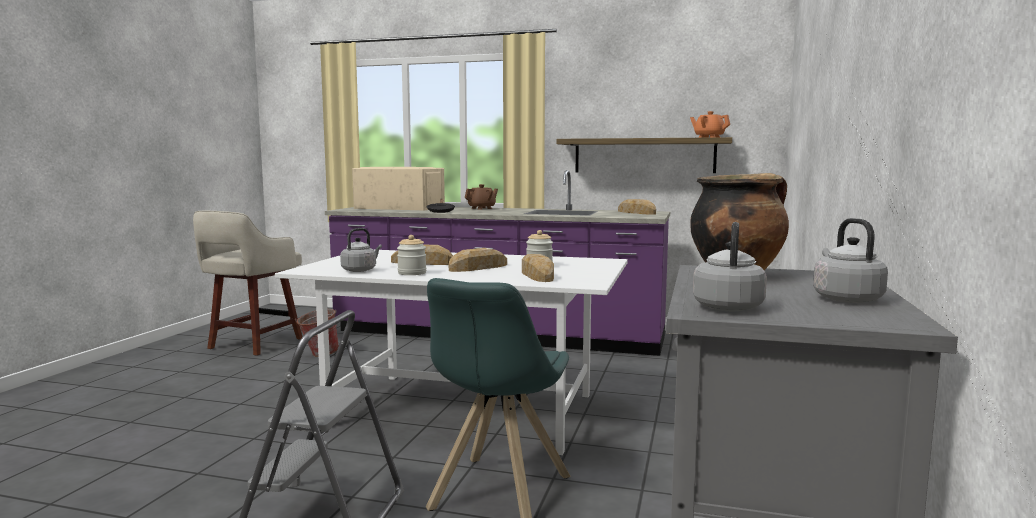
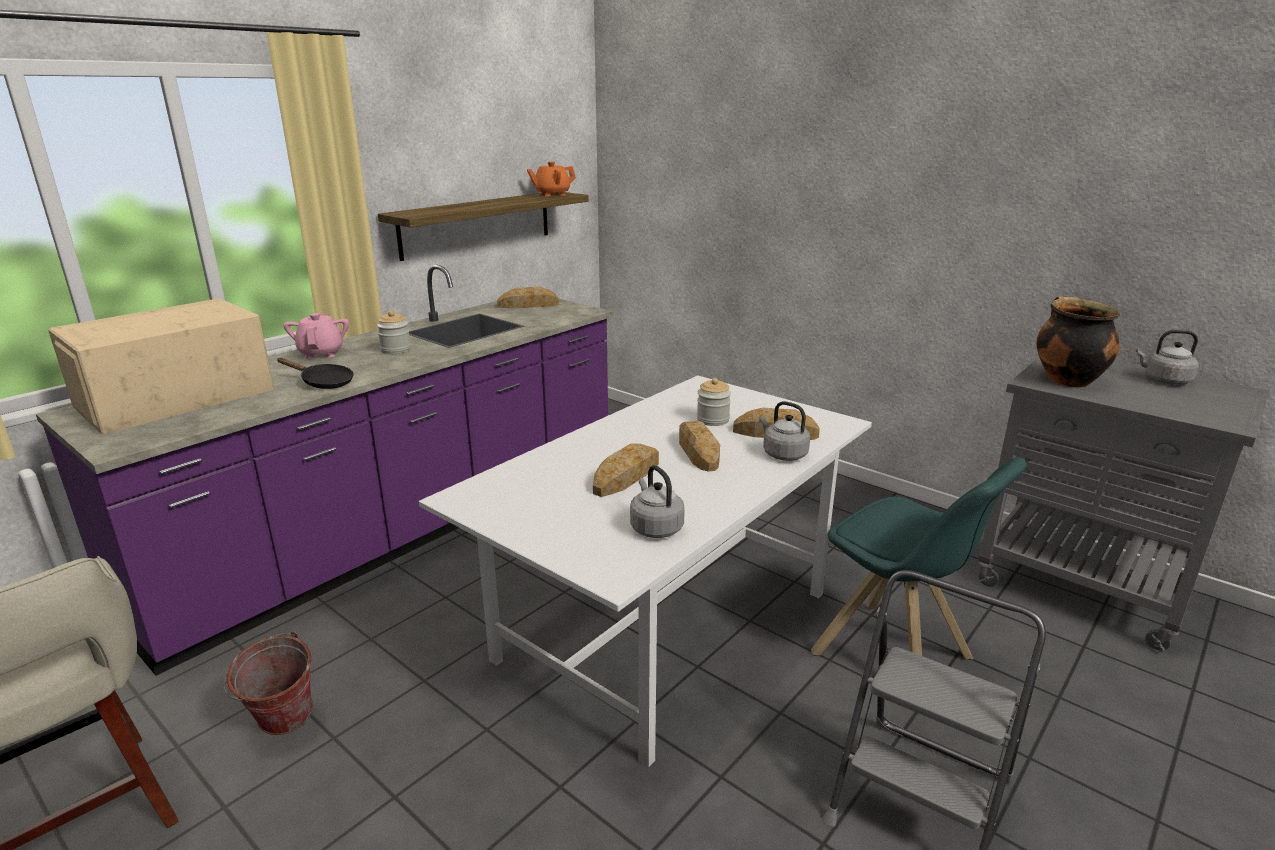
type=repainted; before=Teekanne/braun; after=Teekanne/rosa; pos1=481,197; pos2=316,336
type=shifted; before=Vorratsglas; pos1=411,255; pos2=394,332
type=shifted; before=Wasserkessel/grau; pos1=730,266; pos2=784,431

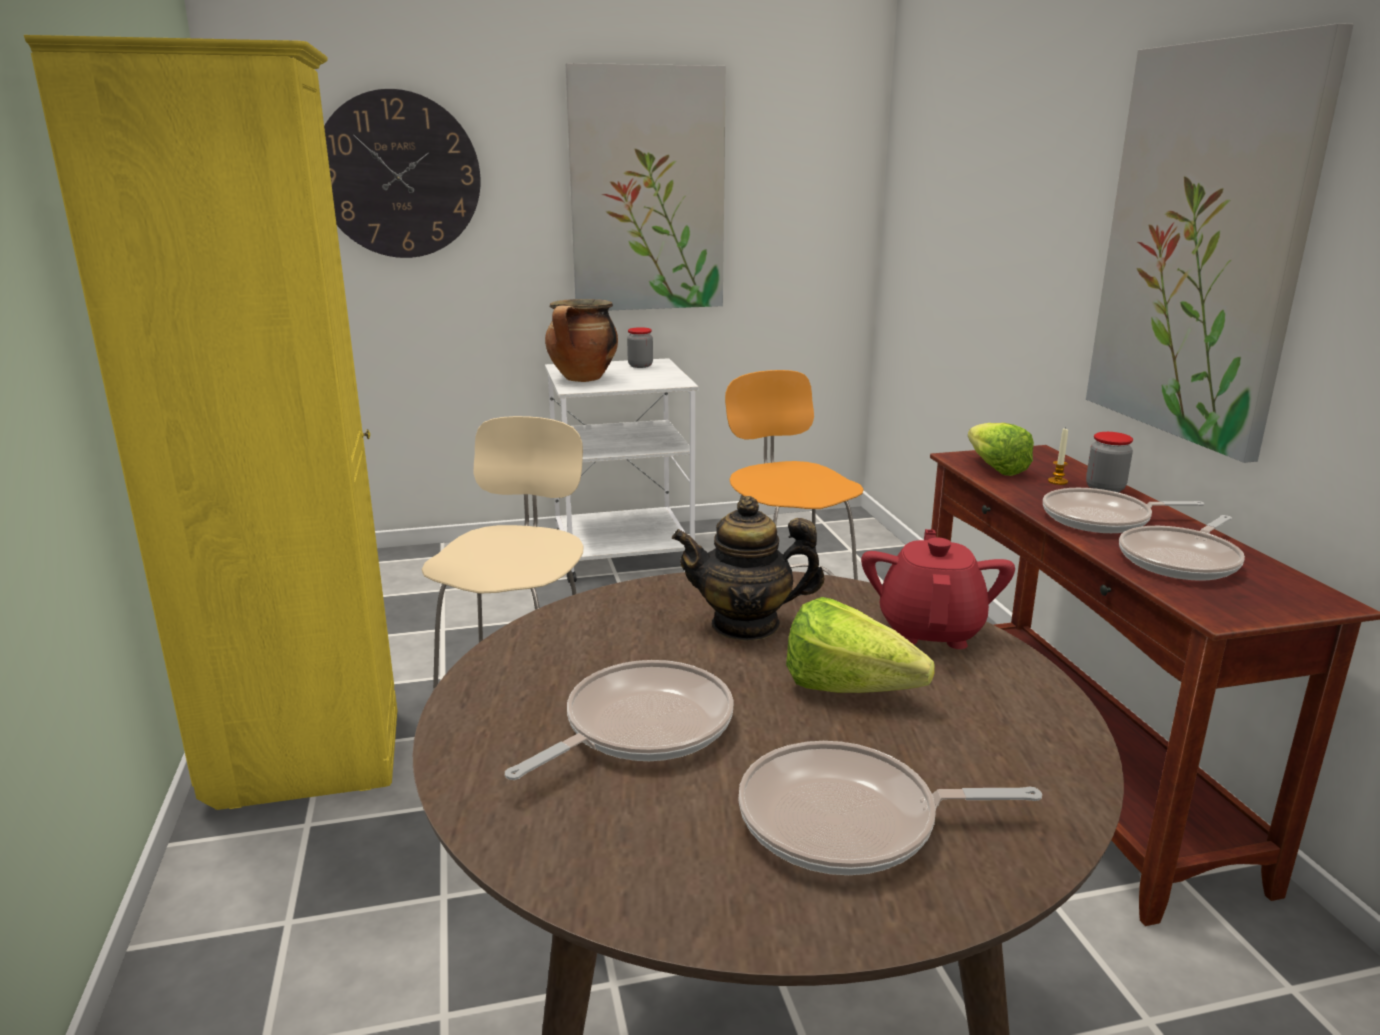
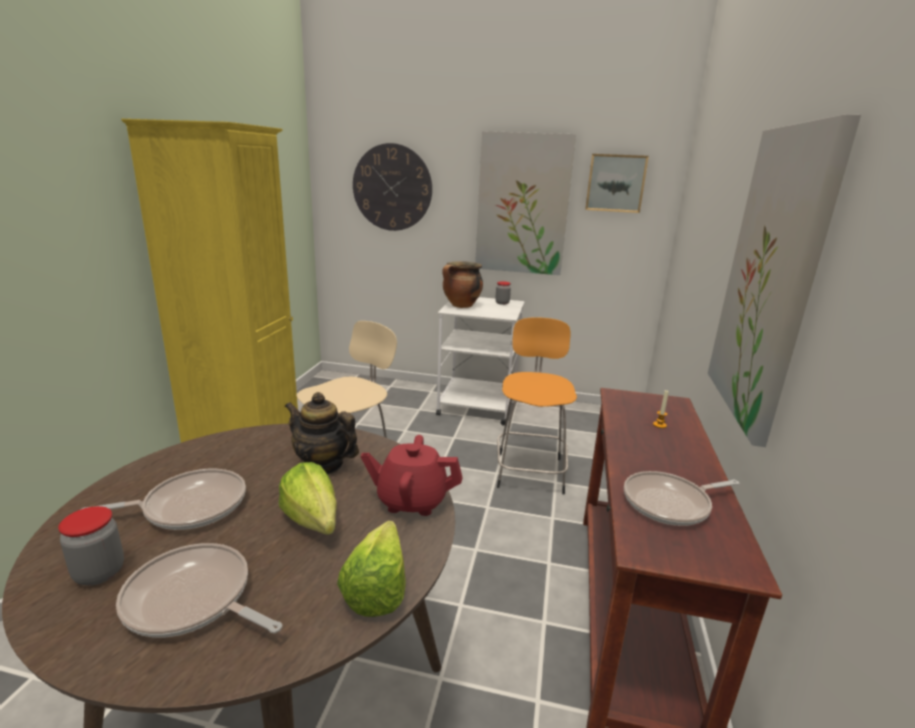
type=shifted; before=Vorratsglas; pos1=1109,462; pos2=91,546
type=shifted; before=Salatkopf; pos1=1001,449; pos2=371,569
type=rotated; before=Teekanne/rot; pos1=938,589; pos2=412,475; turn=-120
type=new; after=Bild; pos2=617,183
type=gone; before=Pfanne; pos1=1124,510

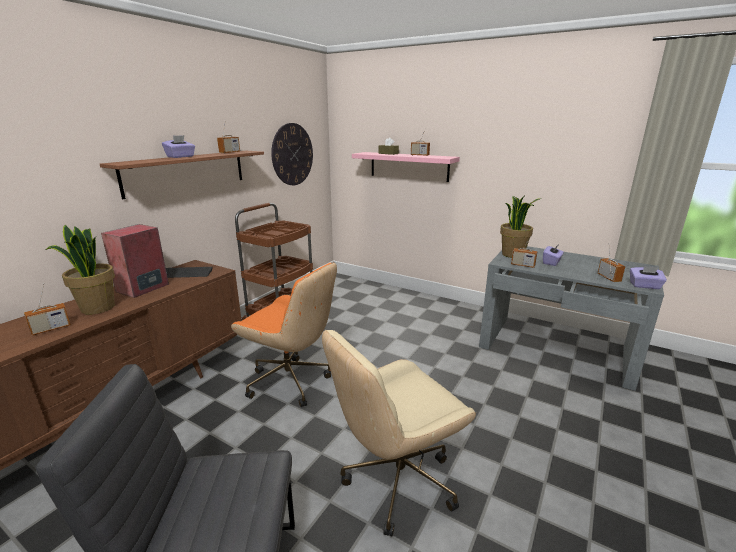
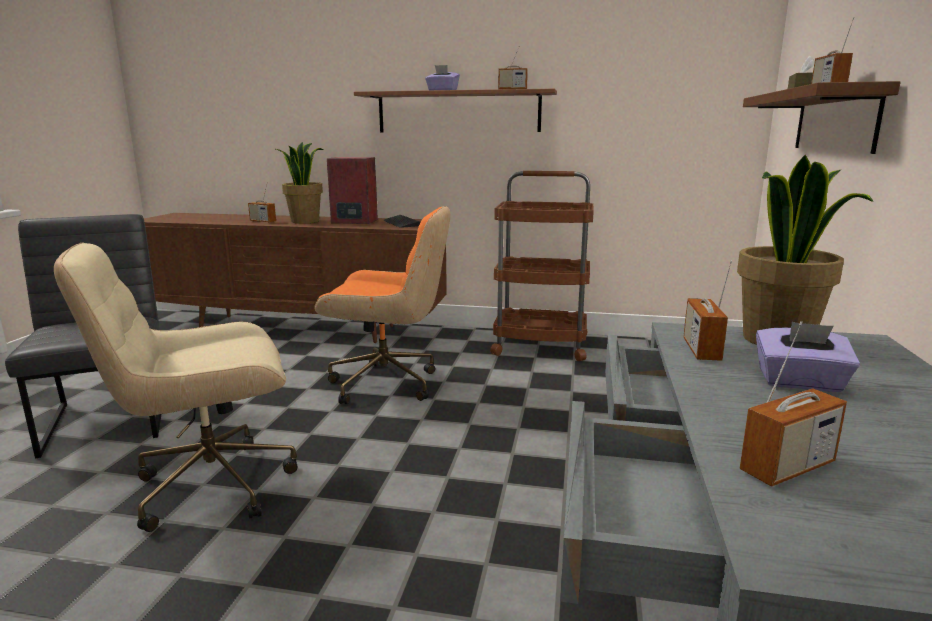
type=rotated; before=Bürostuhl/beige; pos1=399,433; pos2=176,387; turn=-60
type=rotated; before=Bürostuhl/orange; pos1=284,334; pos2=382,305; turn=-90
type=repainted; before=Wandregal/rosa; after=Wandregal/braun; pos1=406,167; pos2=822,117
type=gone; before=Wanduhr; pos1=292,154
type=gone; before=Taschentuchbox/lila; pos1=648,277

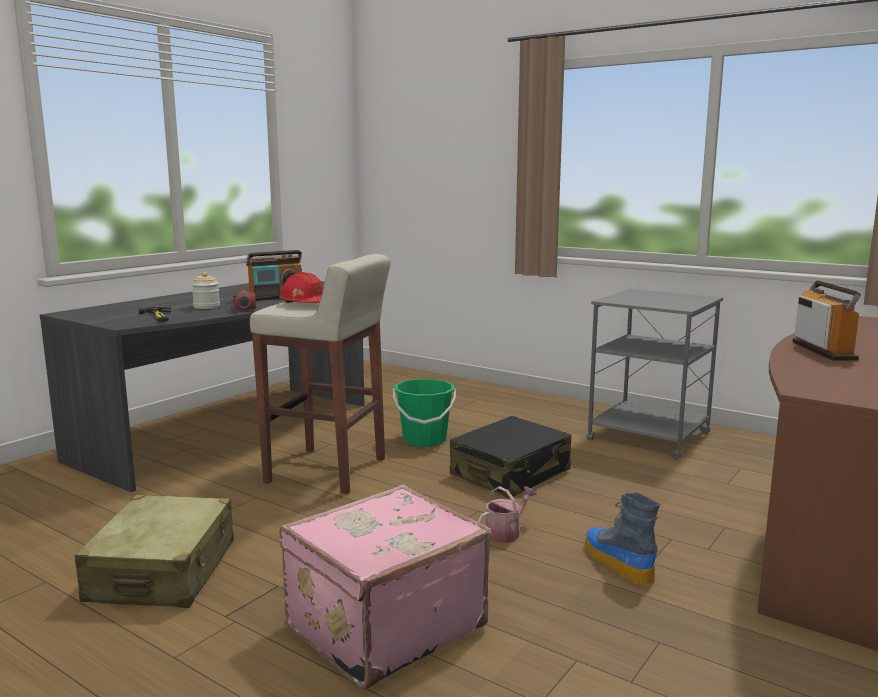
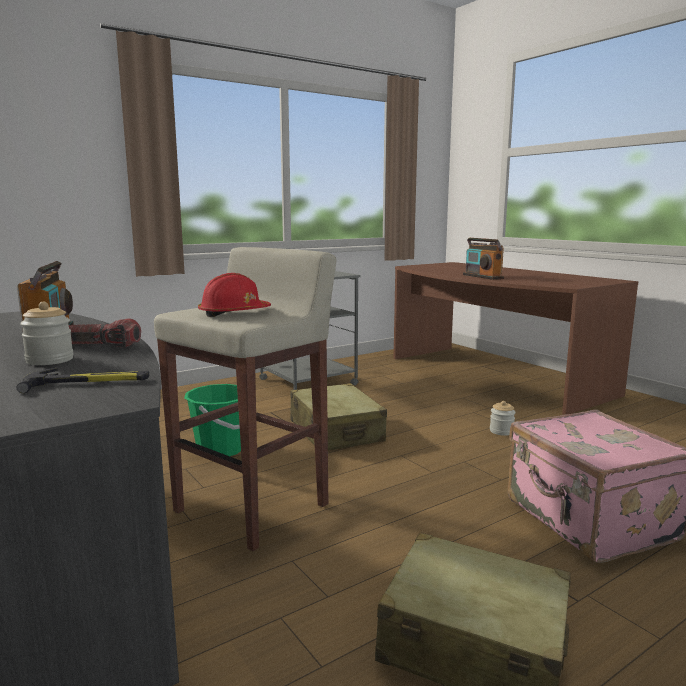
type=repainted; before=Koffer/schwarz; after=Koffer/beige; pos1=510,457; pos2=338,416
type=rotated; before=Radio; pos1=826,321; pos2=483,259; turn=-135
type=swapped; before=Stiefel; after=Vorratsglas; pos1=622,539; pos2=502,418
type=gone; before=Gießkanne; pos1=507,514

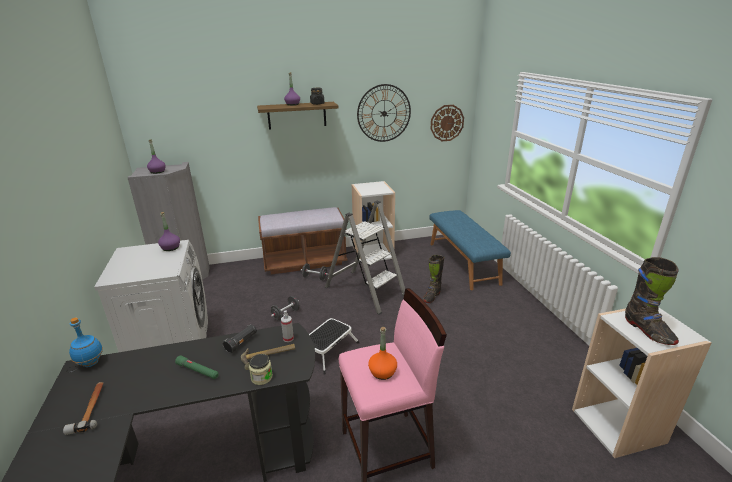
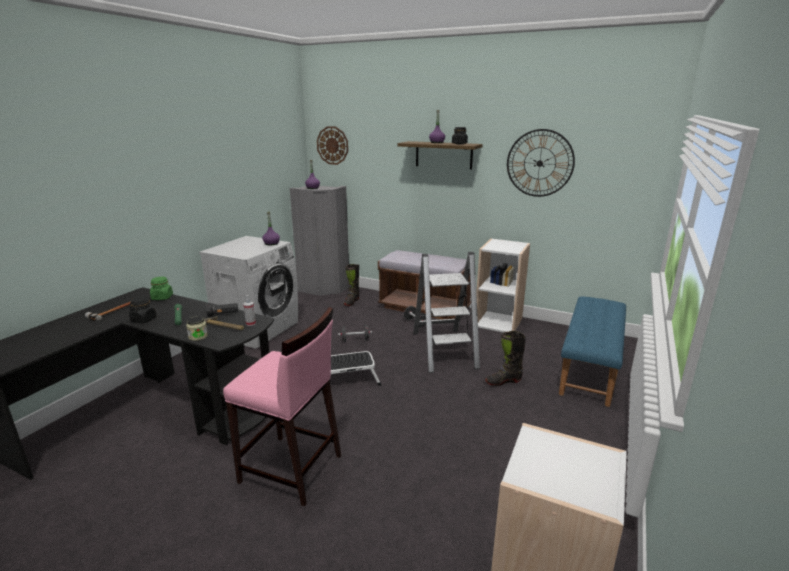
type=new; after=Vorratsglas/schwarz; pos2=142,309
type=new; after=Vorratsglas/grün; pos2=161,288
type=shifted; before=Wanduhr; pos1=447,123; pos2=332,145
type=shifted; before=Stiefel/schwarz; pos1=652,301; pos2=351,285
type=gone; before=Flasche/blau; pos1=86,342
type=gone; before=Flasche/orange; pos1=382,353

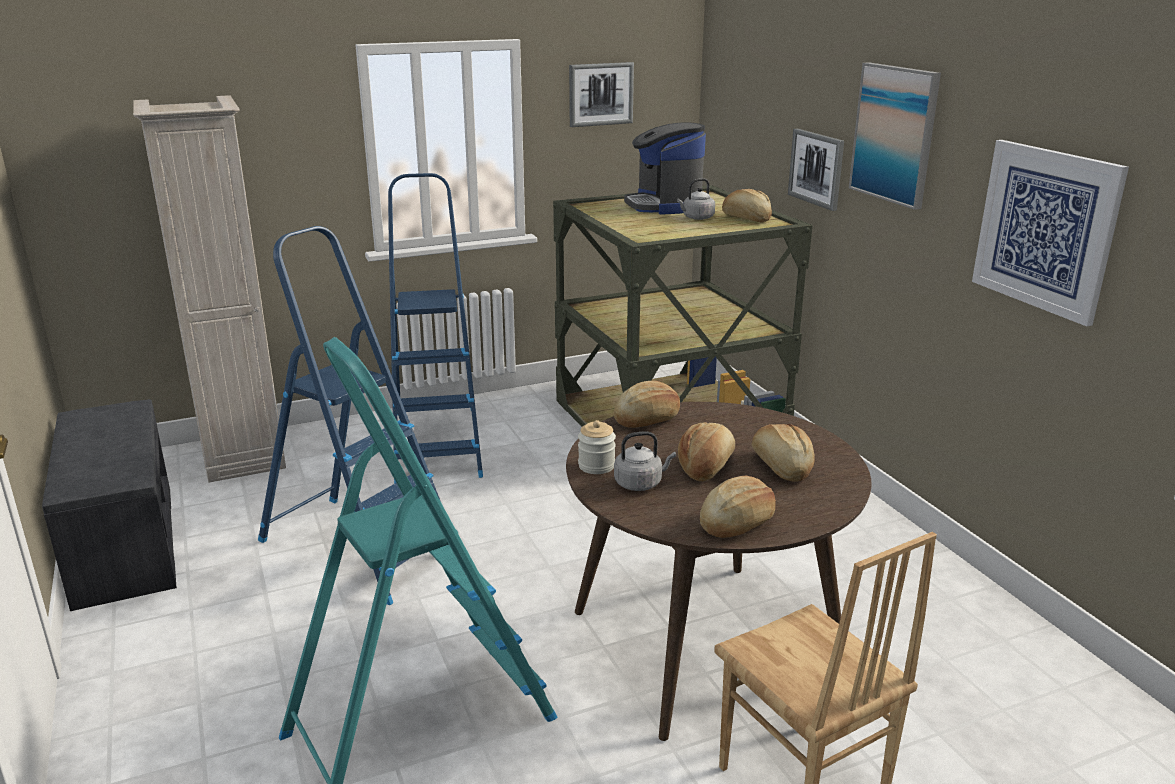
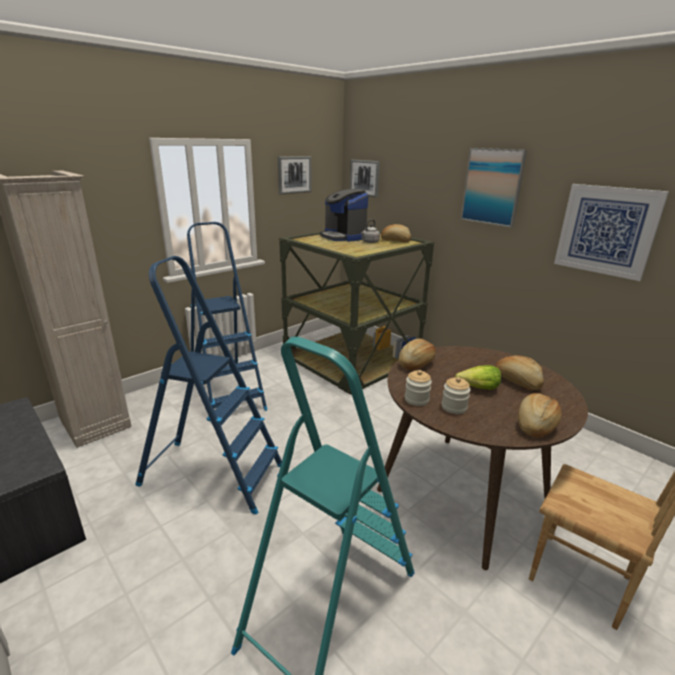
type=shifted; before=Bild; pos1=816,170; pos2=365,178
type=swapped; before=Wasserkessel/grau; after=Vorratsglas; pos1=645,461; pos2=456,395
type=swapped; before=Brot; after=Salatkopf; pos1=706,451; pos2=478,377

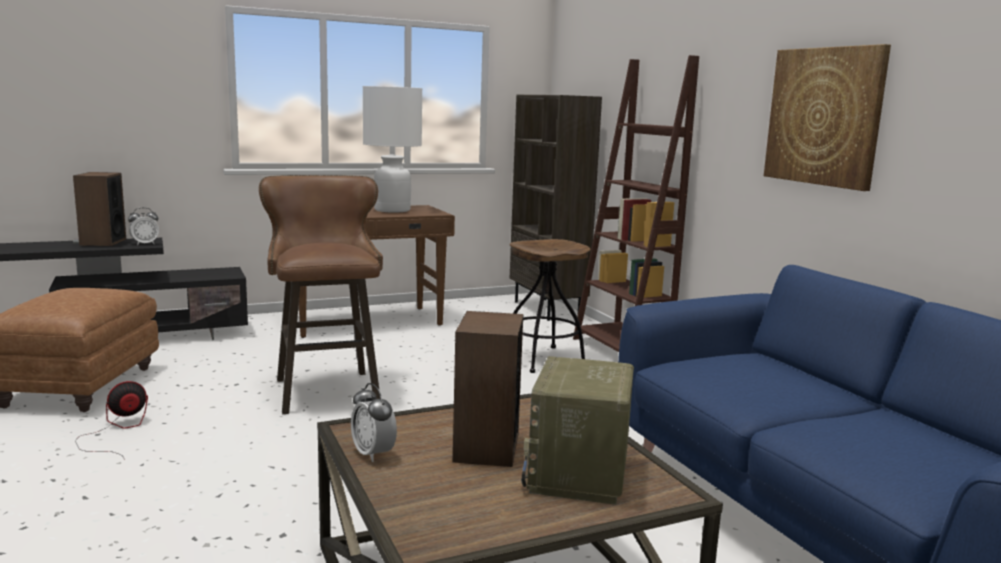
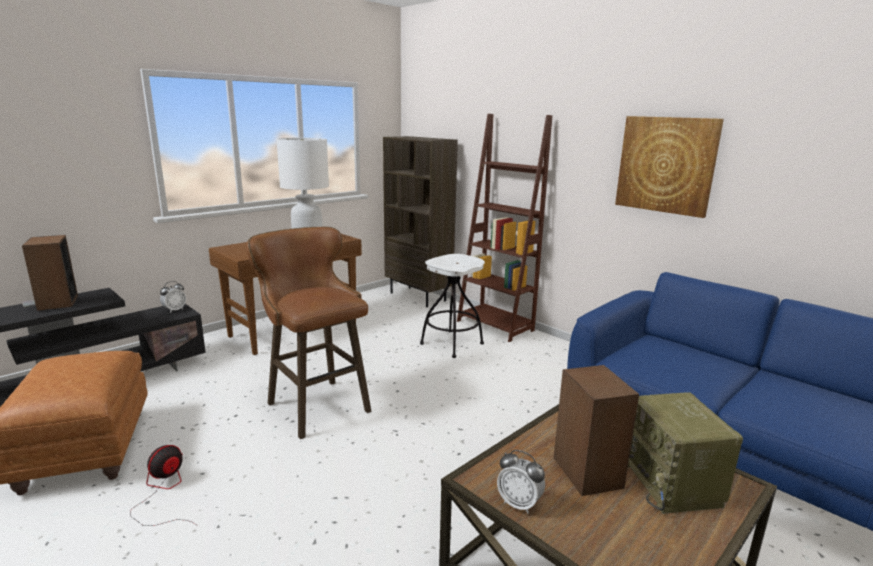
type=shifted; before=Wecker; pos1=143,226; pos2=173,297
type=repainted; before=Hocker/braun; after=Hocker/weiß; pos1=550,306; pos2=452,306

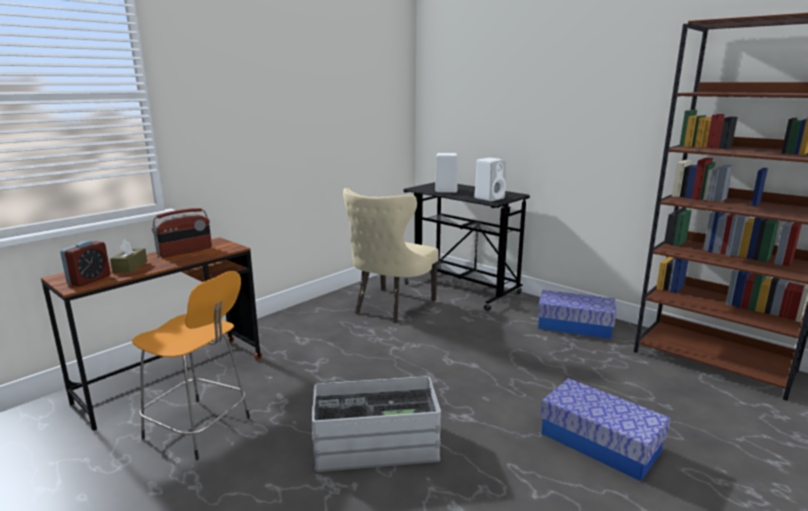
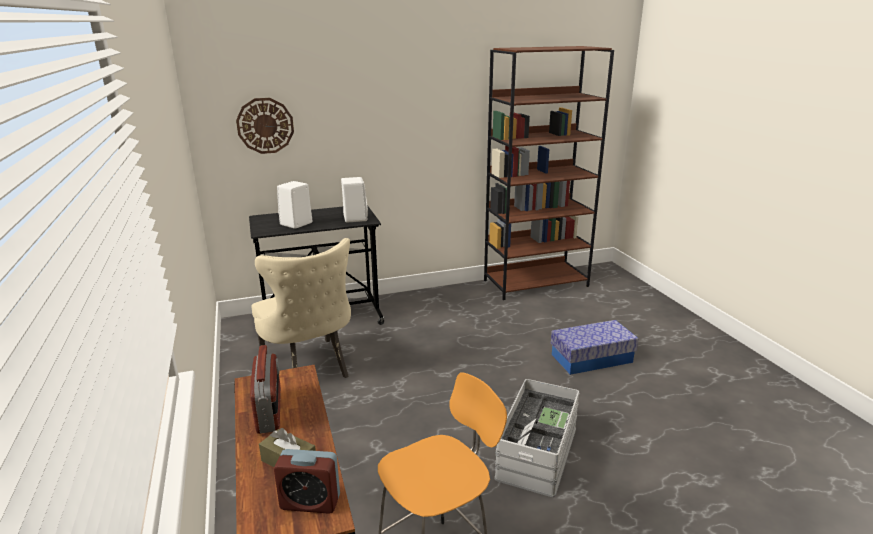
type=new; after=Wanduhr; pos2=265,126
type=rotated; before=Wecker; pos1=85,263; pos2=307,481; turn=135
type=gone; before=Aufbewahrungsbox; pos1=577,314

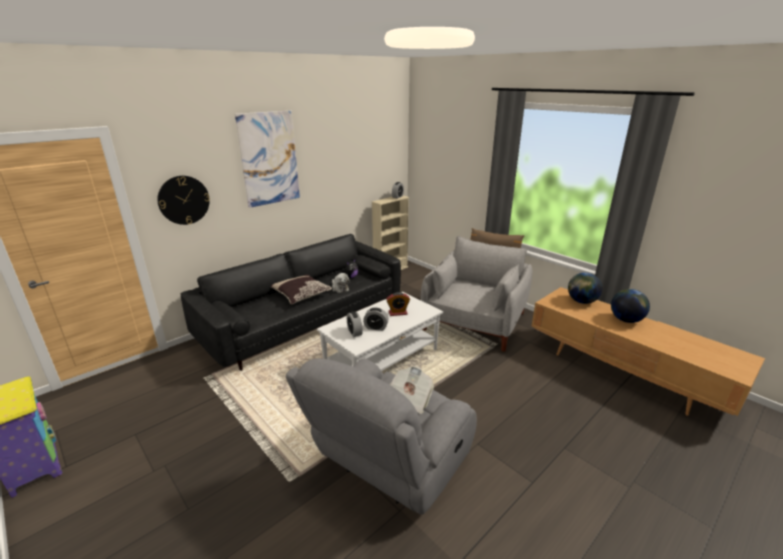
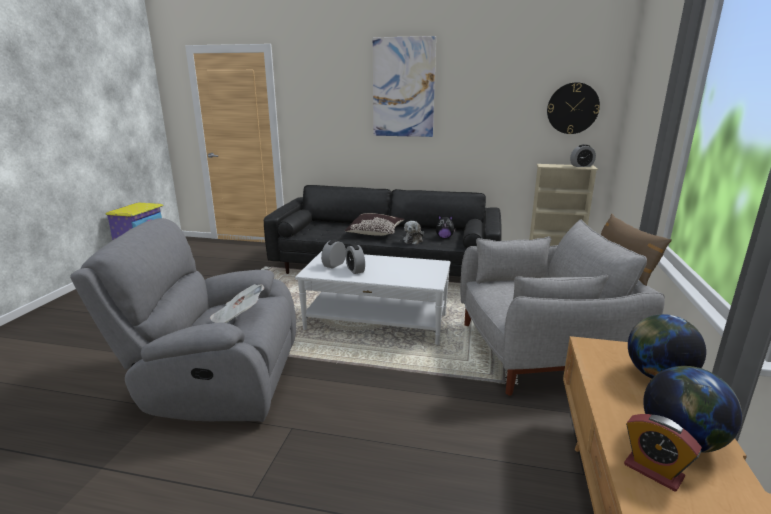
type=shifted; before=Wanduhr; pos1=183,200; pos2=573,108
type=shifted; before=Wecker; pos1=398,304; pos2=663,453

